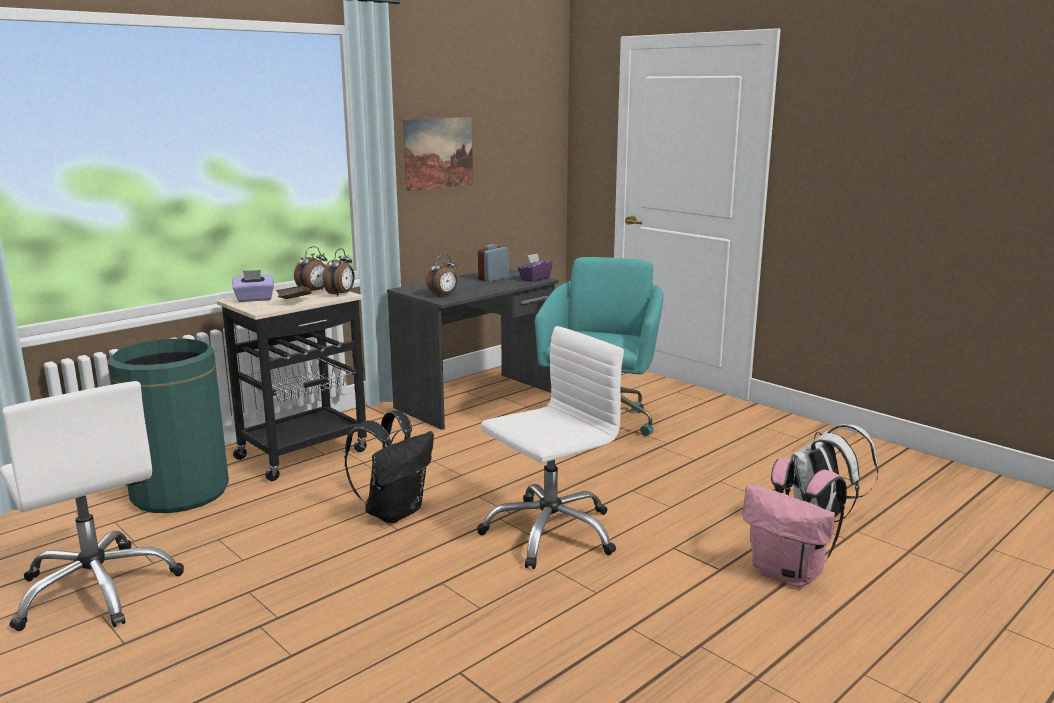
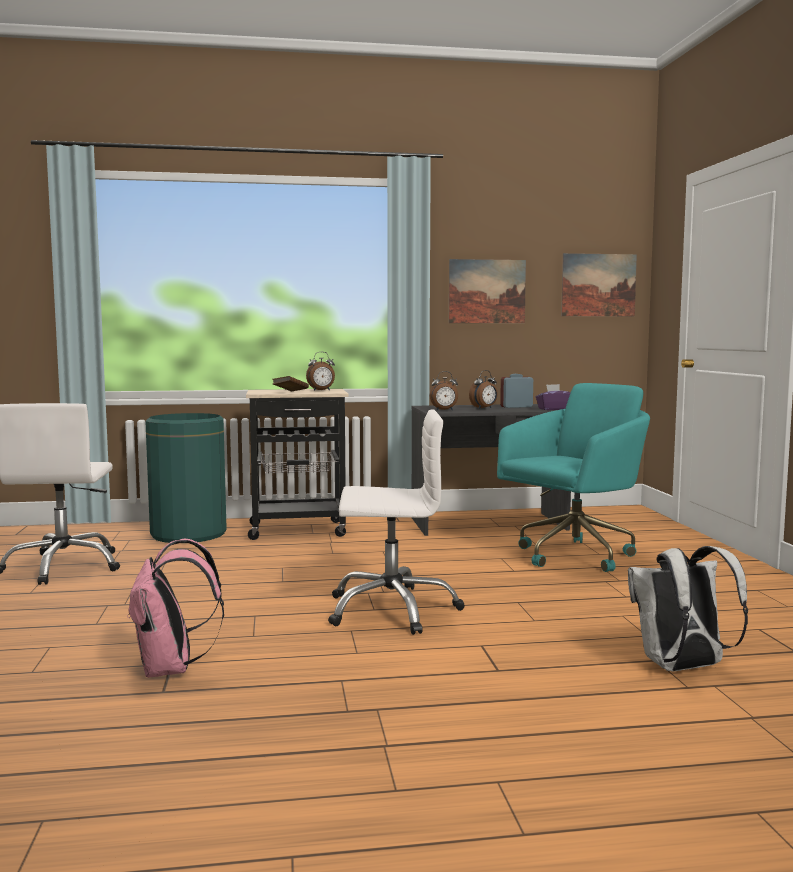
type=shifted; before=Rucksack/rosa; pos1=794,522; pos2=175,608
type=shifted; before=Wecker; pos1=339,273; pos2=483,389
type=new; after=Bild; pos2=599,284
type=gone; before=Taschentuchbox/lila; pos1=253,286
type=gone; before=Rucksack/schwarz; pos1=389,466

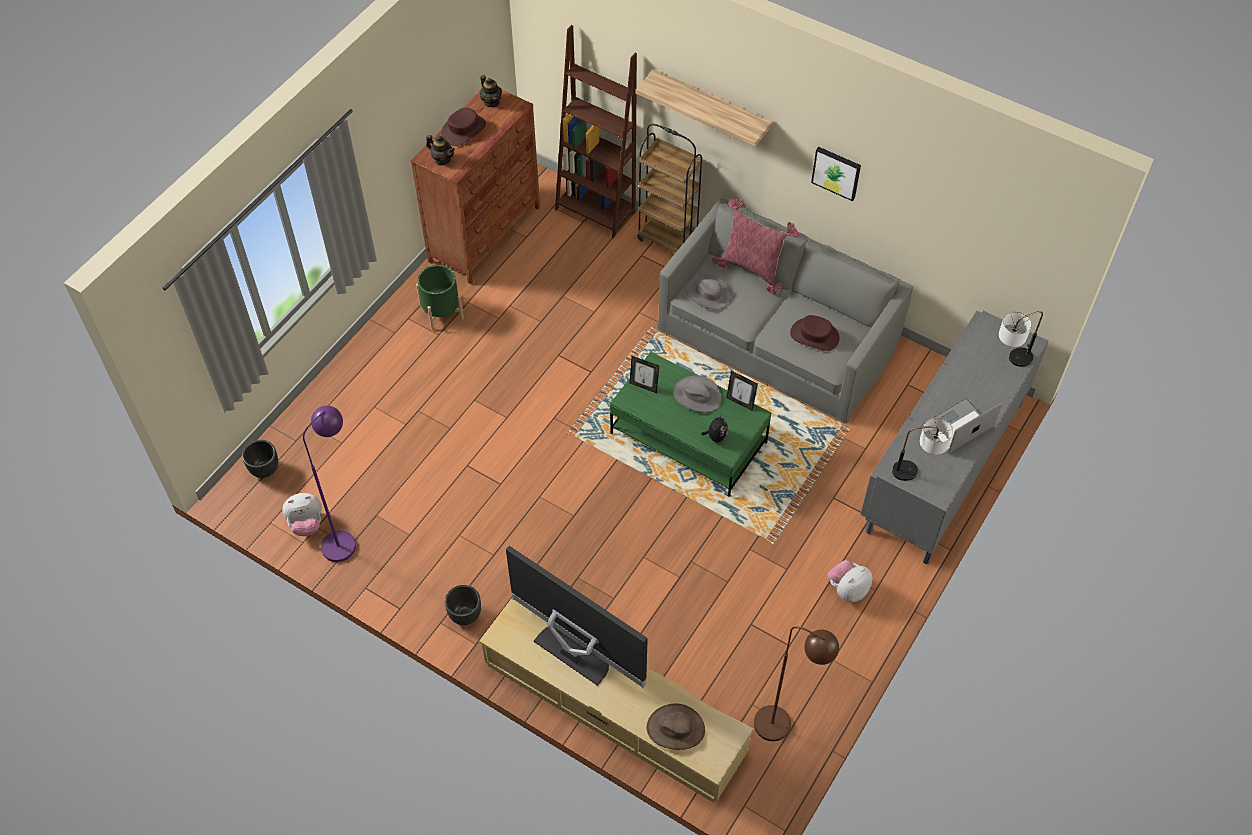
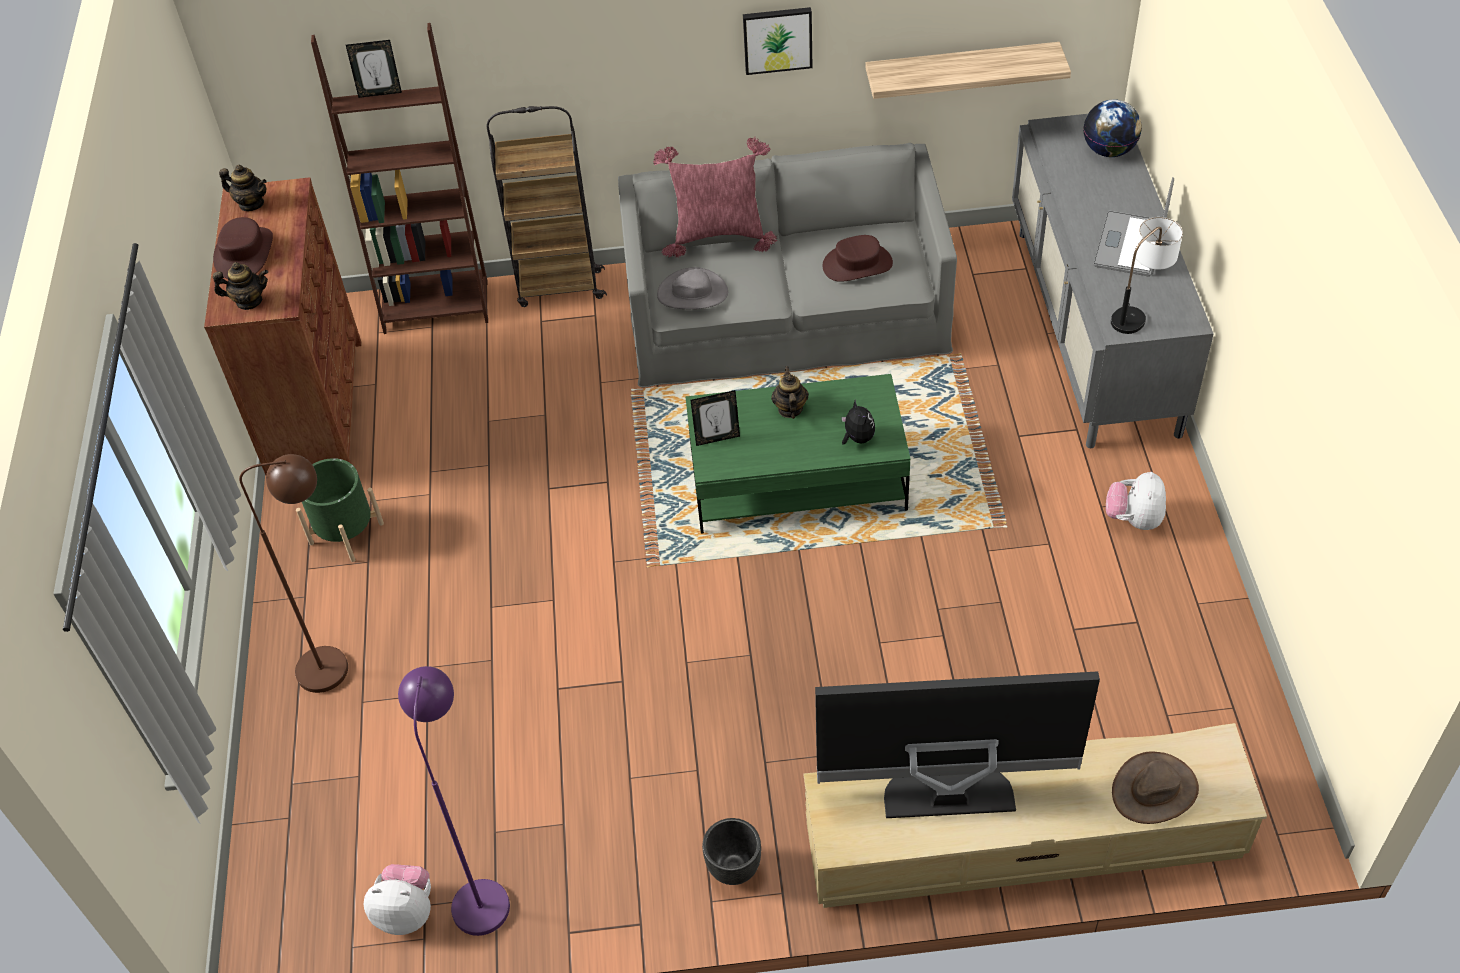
type=shifted; before=Stehlampe/braun; pos1=796,683; pos2=293,573
type=shifted; before=Bilderrahmen; pos1=742,391; pos2=374,69
type=rotated; before=Plüschtier; pos1=302,514; pos2=397,899; turn=-120
type=swapped; before=Hut/grau; after=Teekanne; pos1=697,394; pos2=790,392
type=shifted; before=Wandregal; pos1=704,108; pos2=968,70
type=swapped; before=Tischlampe; after=Globus; pos1=1020,339; pos2=1113,128
type=gone; before=Pflanzkübel/schwarz; pos1=260,459

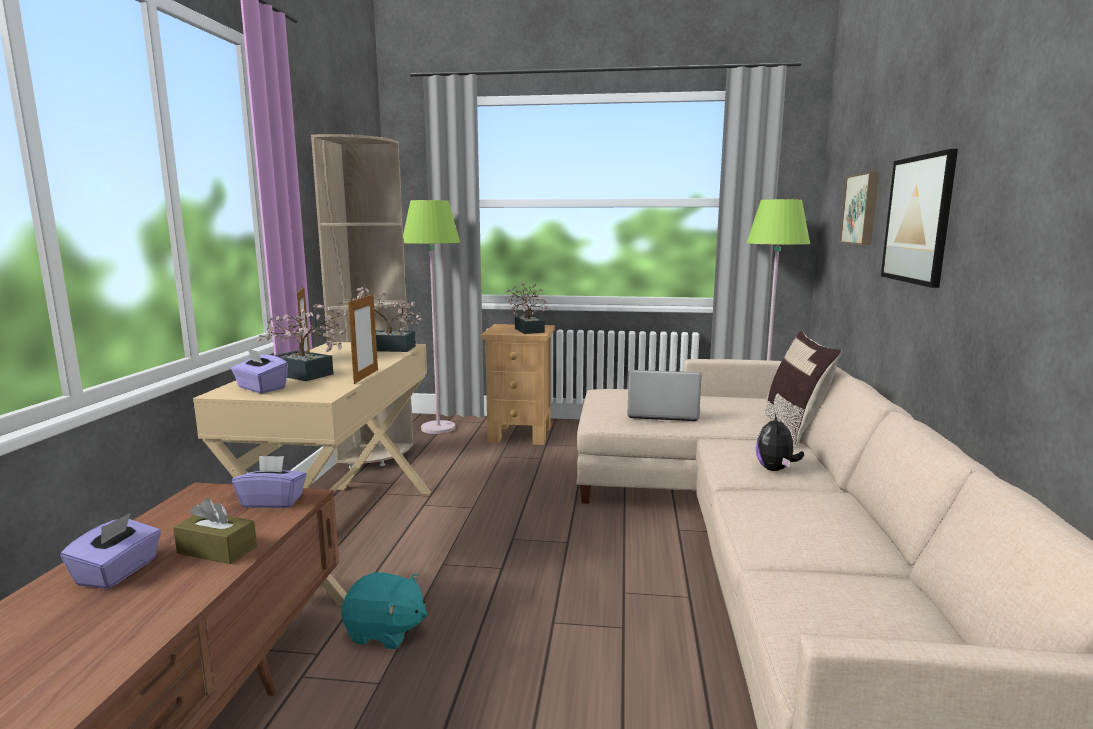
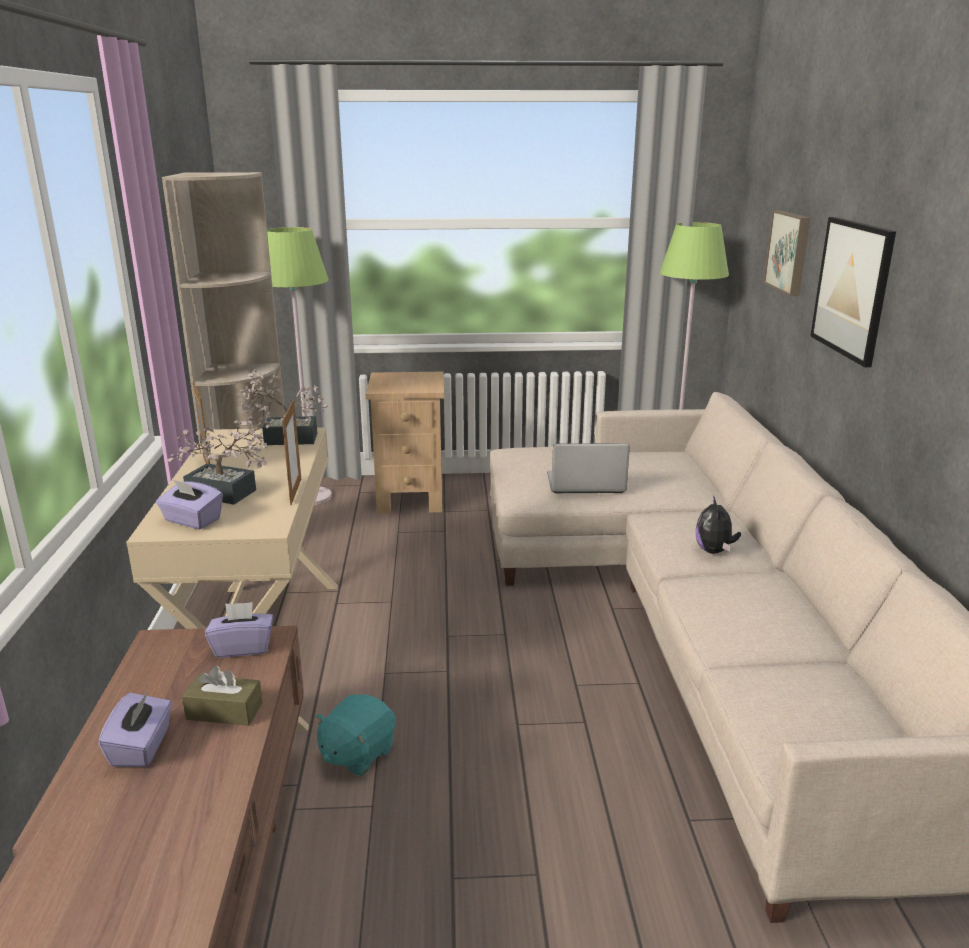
type=rotated; before=Plüschtier/türkis; pos1=384,610; pos2=355,735; turn=120
type=gone; before=Topfpflanze; pos1=528,308
type=gone; before=Kissen; pos1=803,389

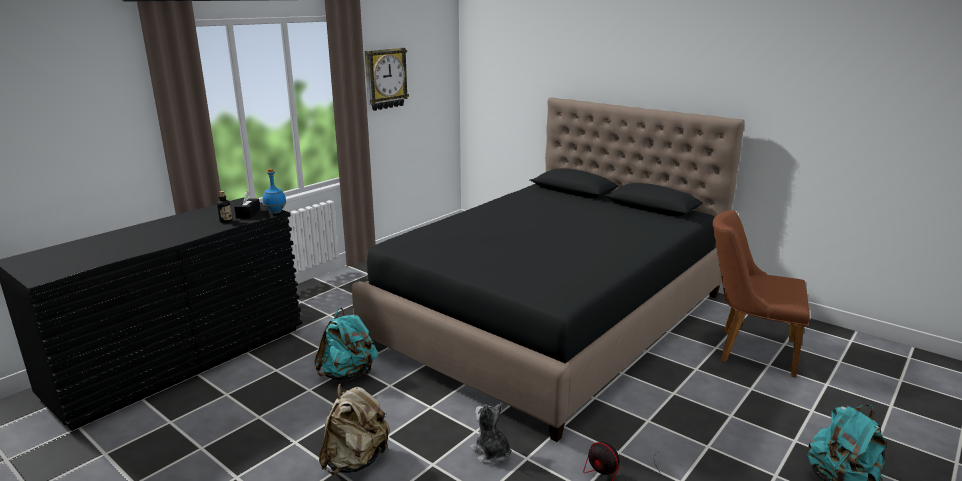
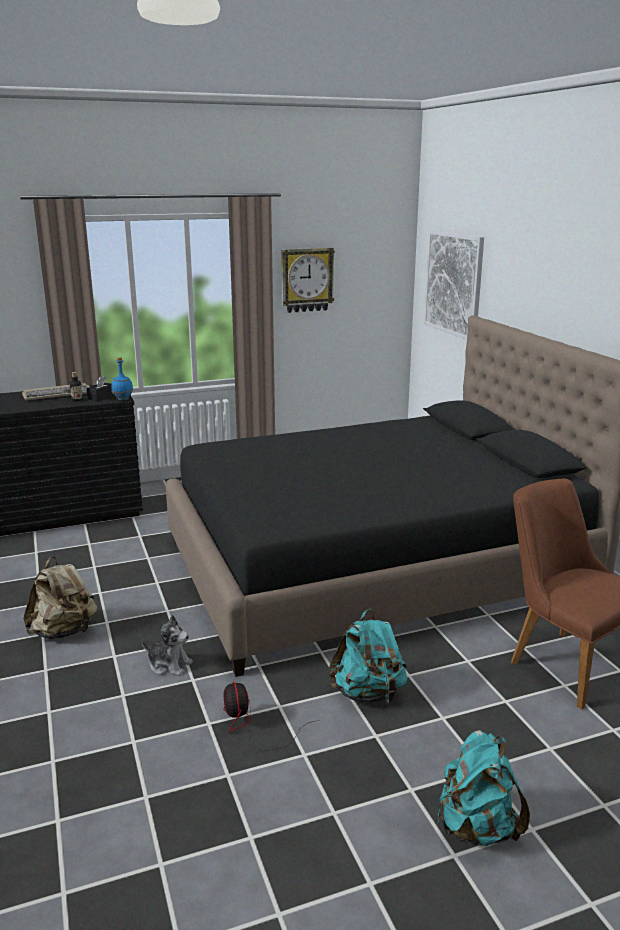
type=new; after=Tastatur; pos2=56,391
type=rotated; before=Plüschtier; pos1=491,434; pos2=167,645; turn=120
type=shifted; before=Rucksack/türkis; pos1=346,344; pos2=368,656
type=new; after=Bild; pos2=454,285

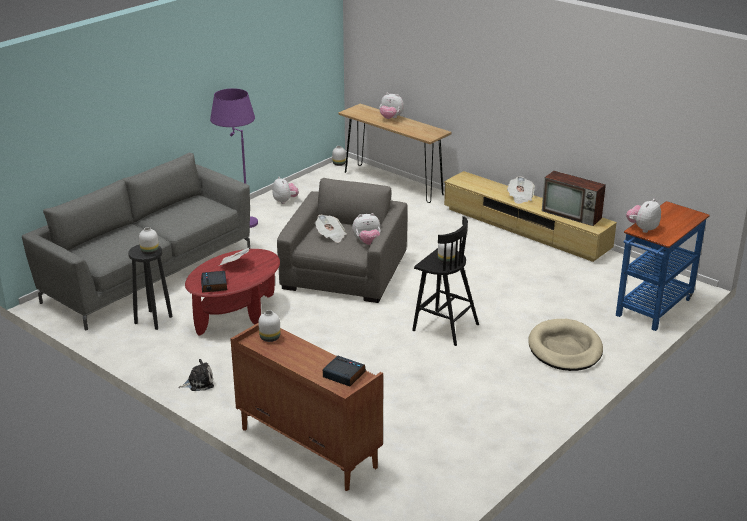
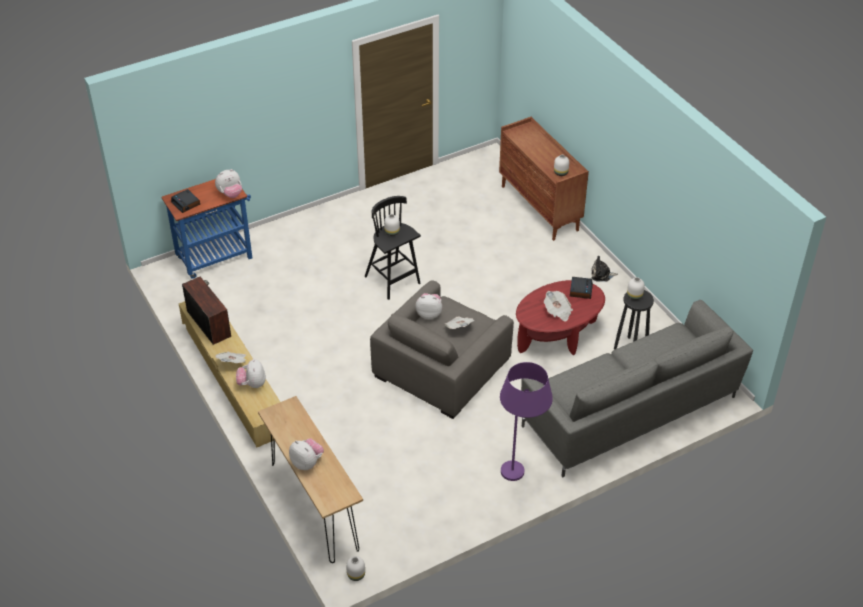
type=shifted; before=Wecker; pos1=344,371; pos2=185,201
type=shifted; before=Plüschtier; pos1=286,190; pos2=251,373
type=gone; before=Hundebett/beige; pos1=565,345

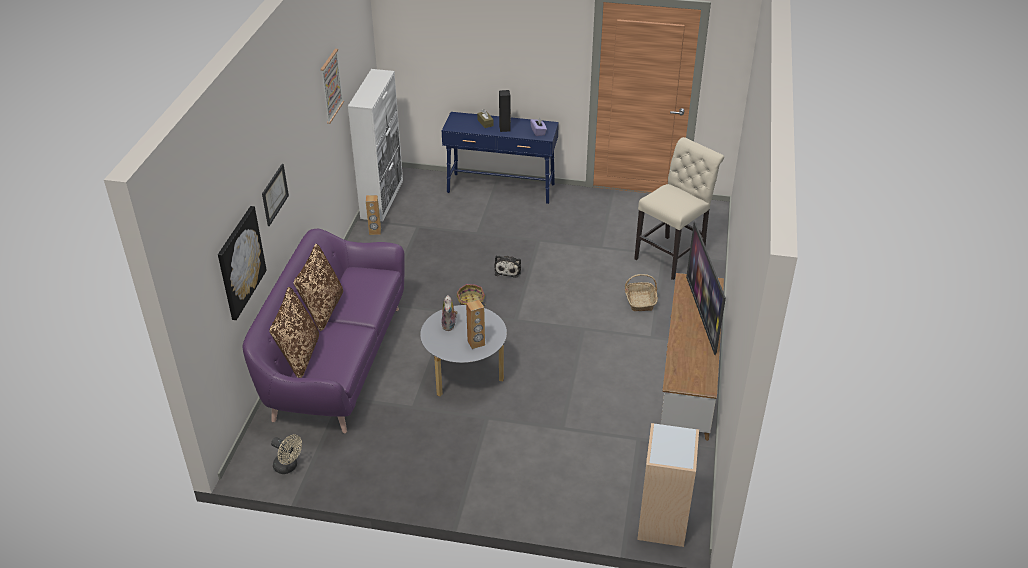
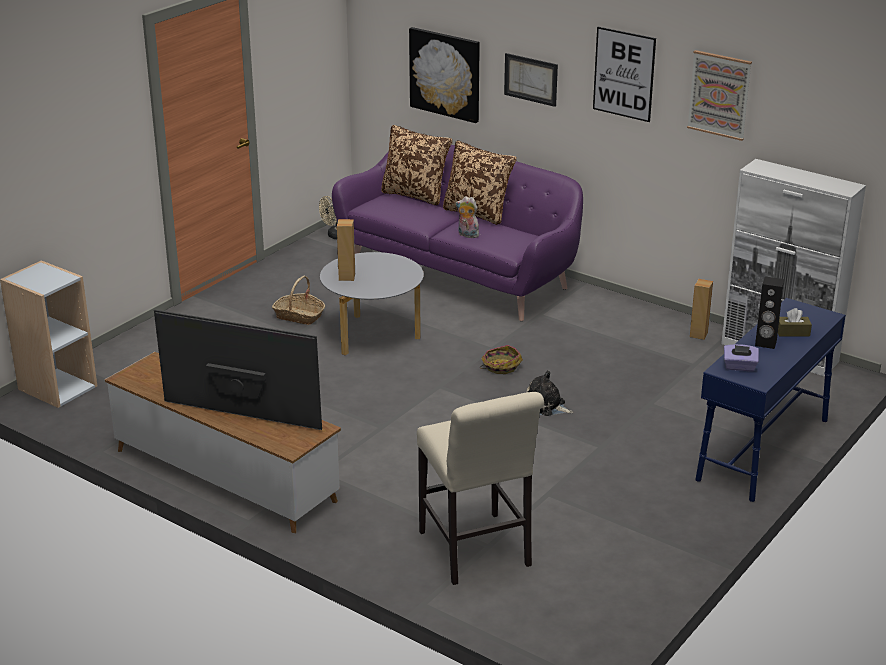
type=shifted; before=Korb; pos1=641,292; pos2=298,300
type=shifted; before=Plüschtier; pos1=450,313; pos2=467,217
type=new; after=Bild; pos2=624,74

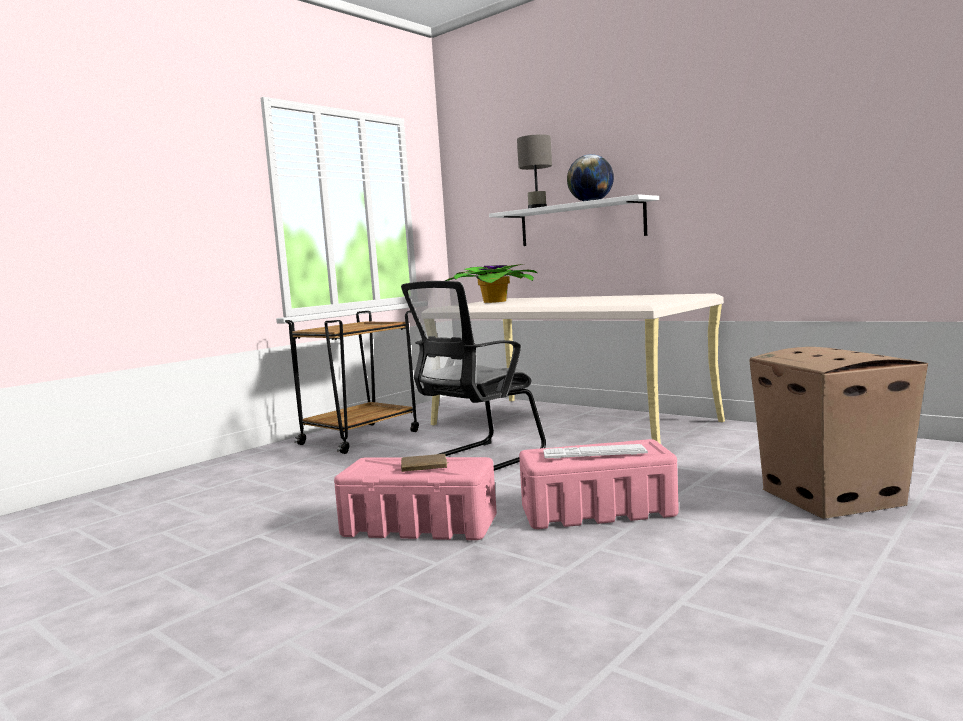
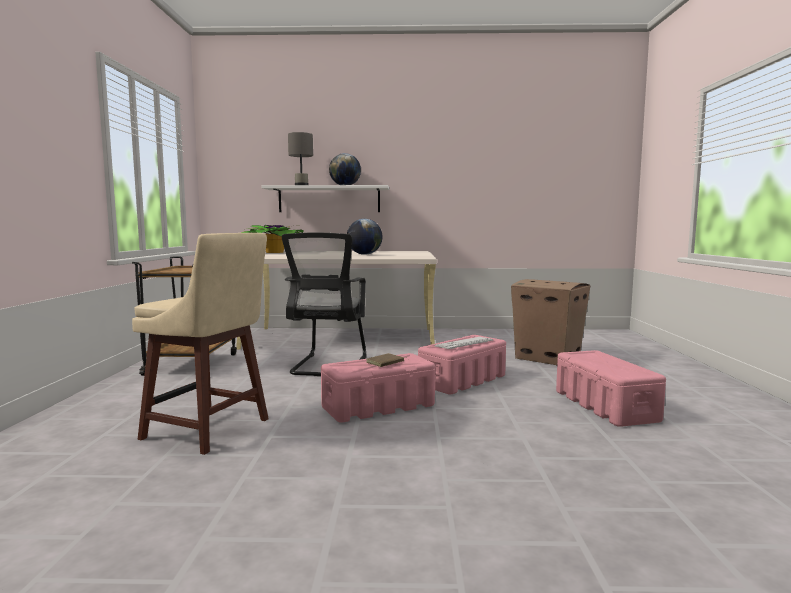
type=new; after=Stuhl/beige; pos2=200,344
type=new; after=Globus; pos2=365,237
type=new; after=Aufbewahrungsbox/rosa; pos2=611,388

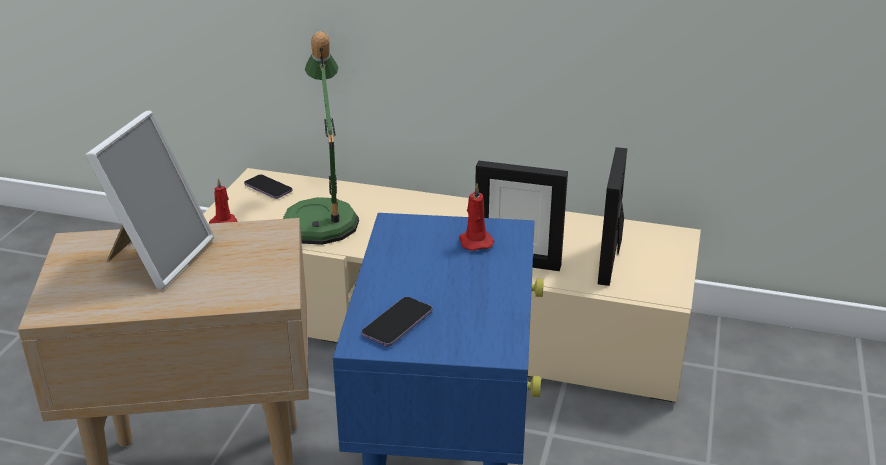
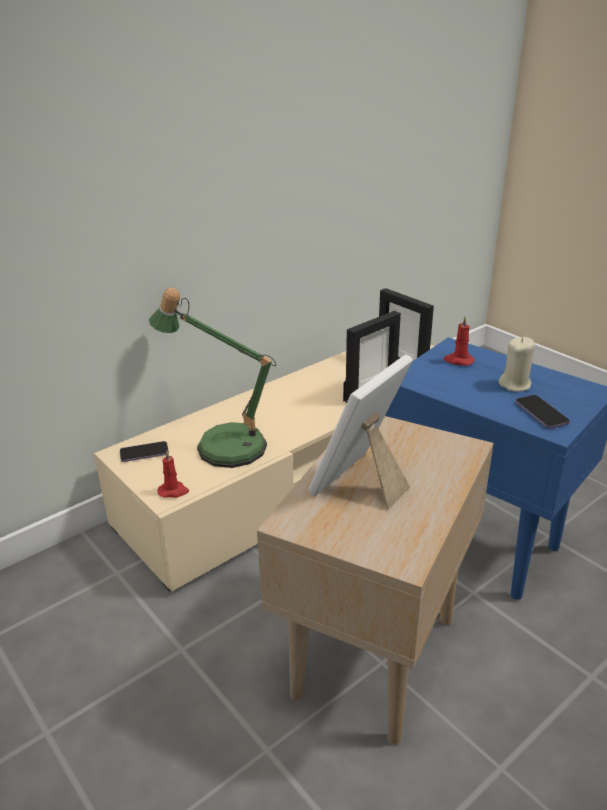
type=rotated; before=Bilderrahmen; pos1=149,200; pos2=361,432; turn=-105
type=new; after=Kerze/beige; pos2=517,364

